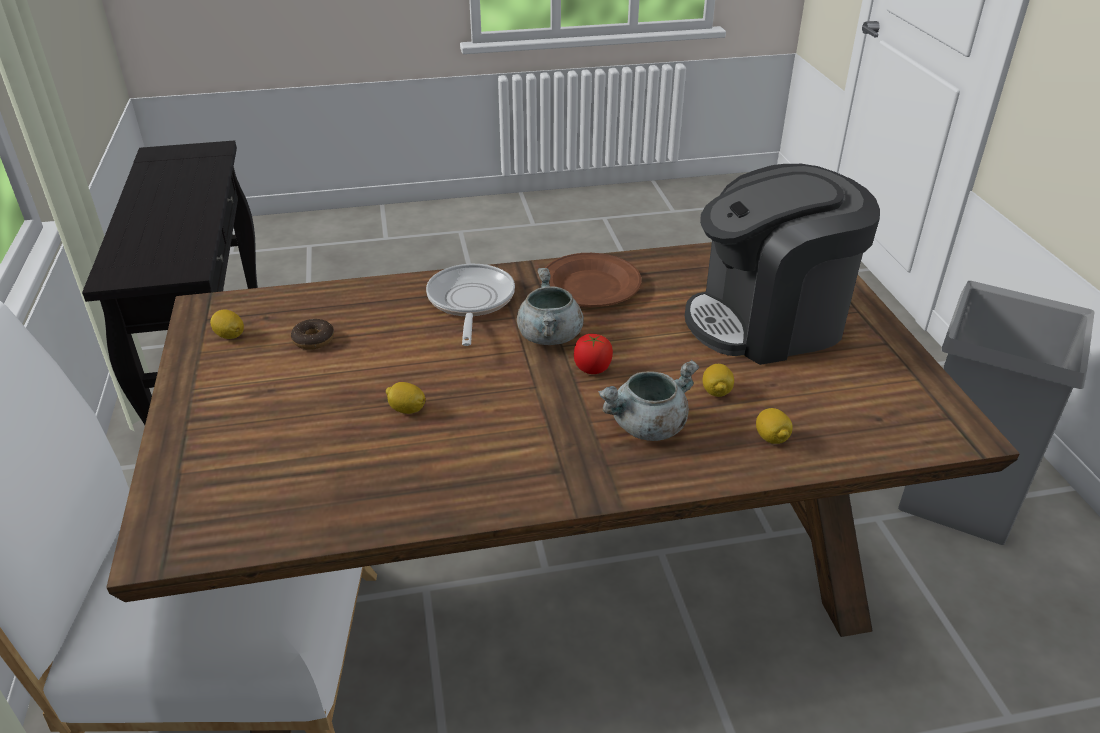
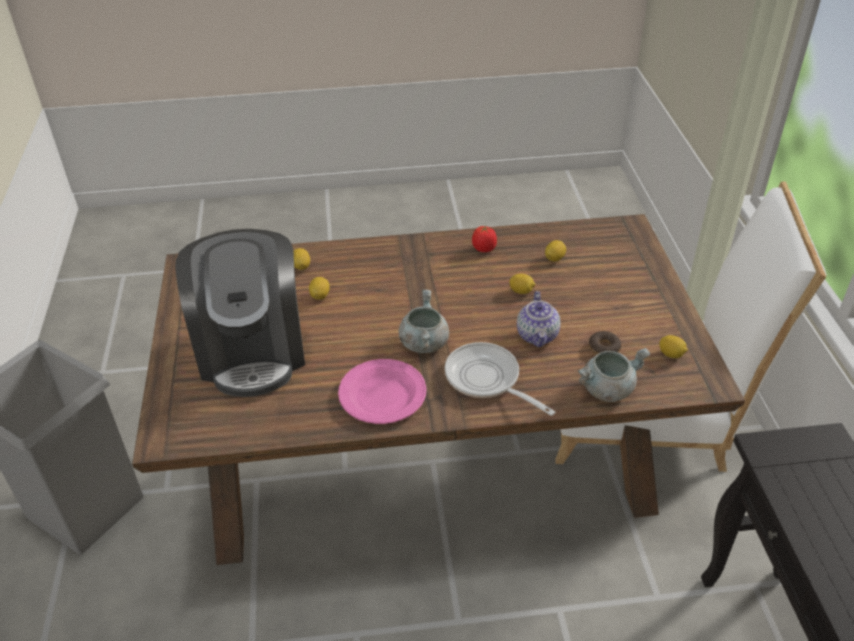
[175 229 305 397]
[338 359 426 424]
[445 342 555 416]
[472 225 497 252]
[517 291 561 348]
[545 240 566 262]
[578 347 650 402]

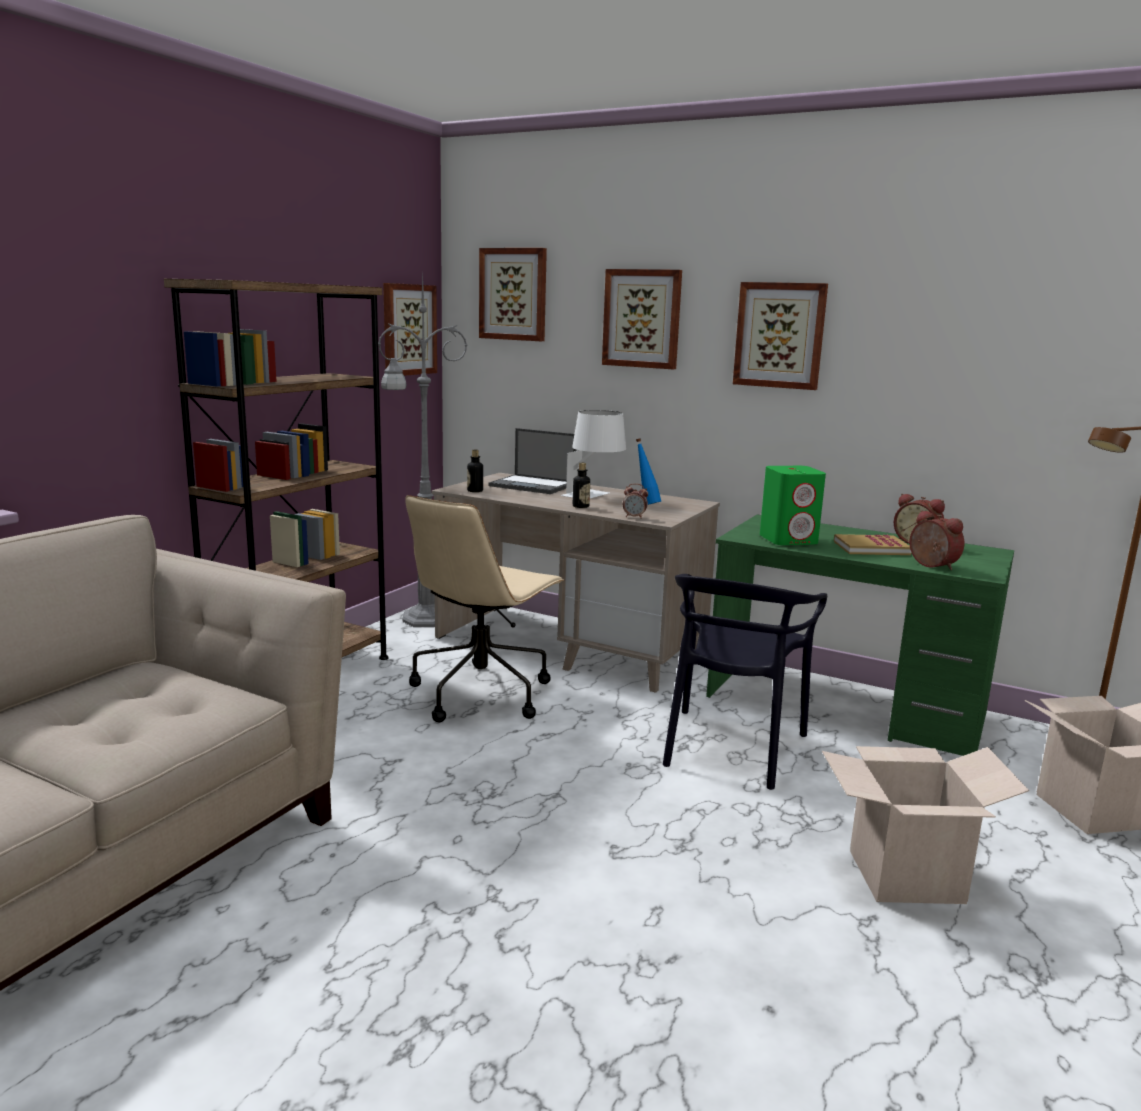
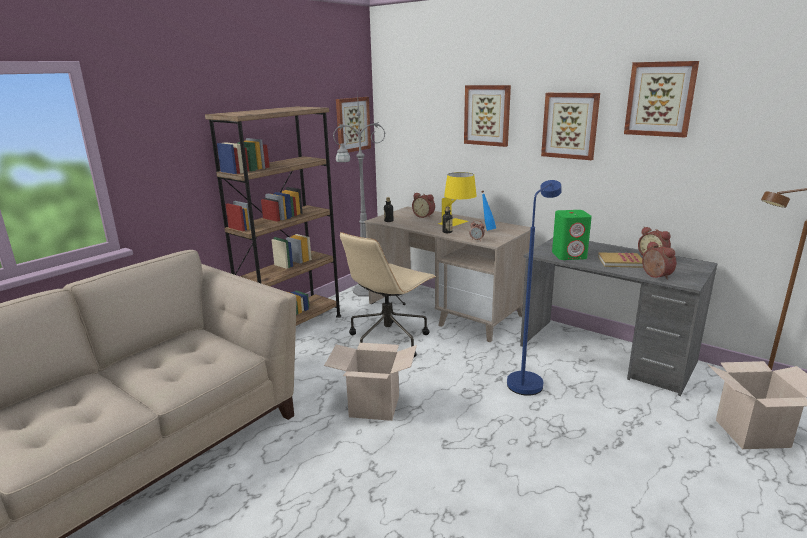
[324 343 417 421]
[412 193 435 218]
[438 172 477 227]
[507 180 562 396]
[520 238 718 396]
[624 61 699 138]

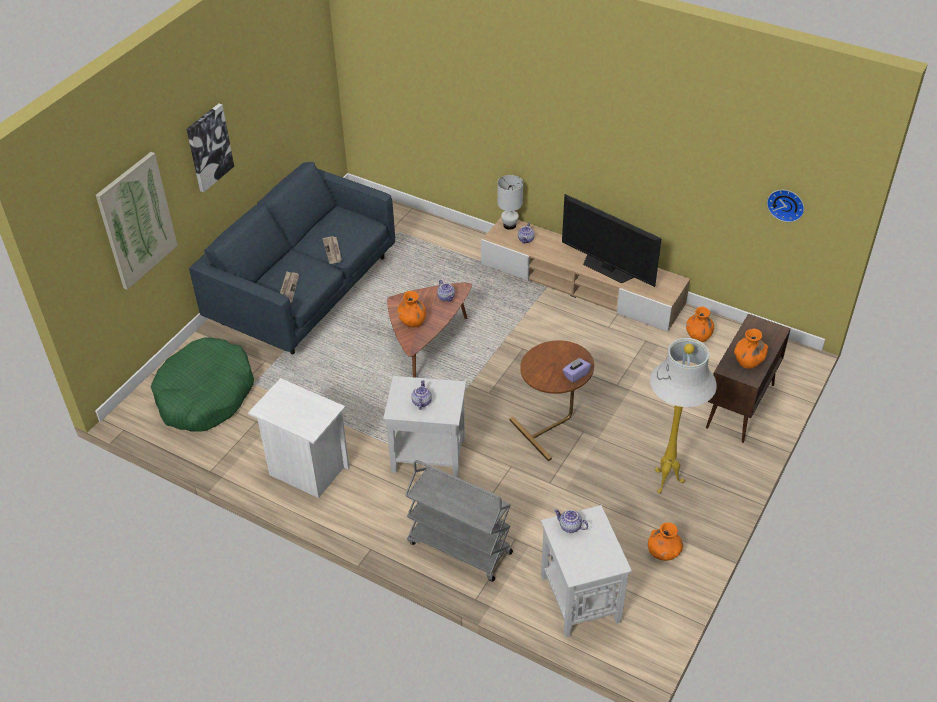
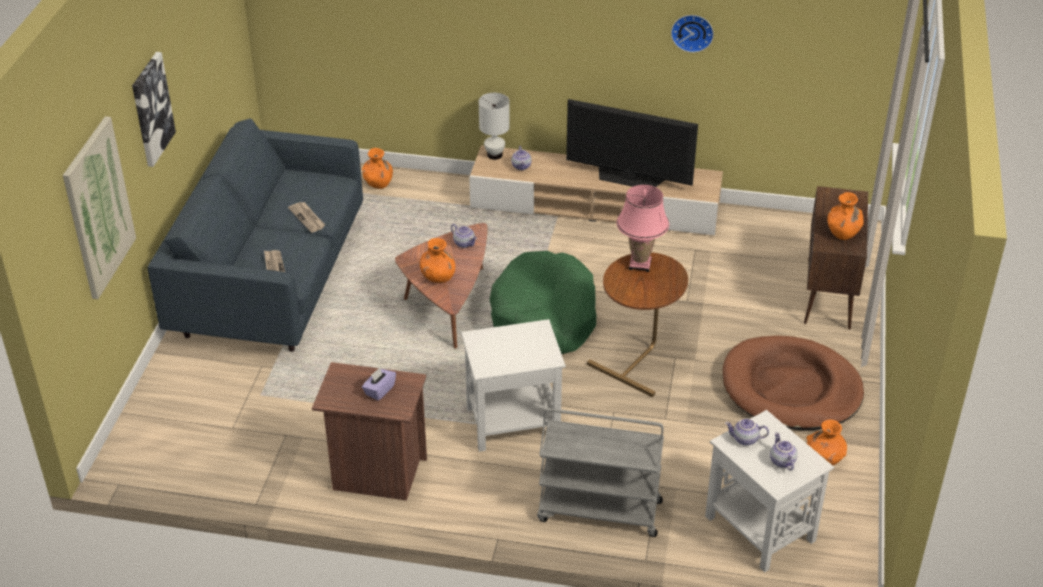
[312 362 427 501]
[362 148 393 189]
[362 368 396 401]
[489 251 596 354]
[616 185 669 272]
[671 15 714 53]
[723 335 864 430]
[770 432 797 471]

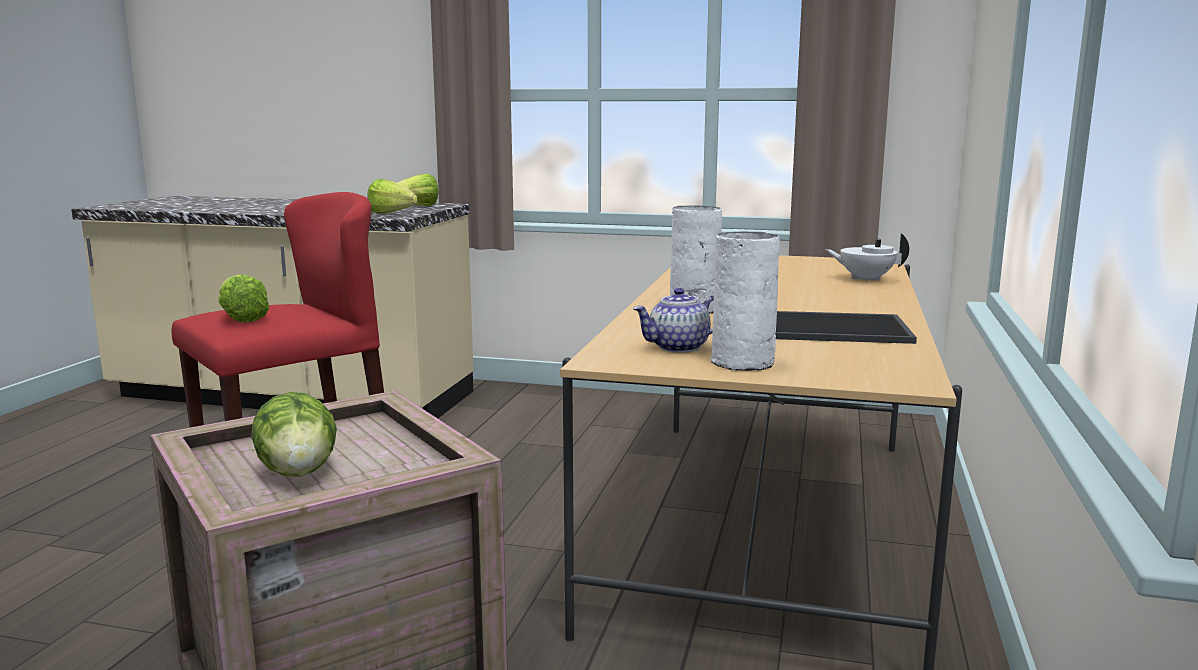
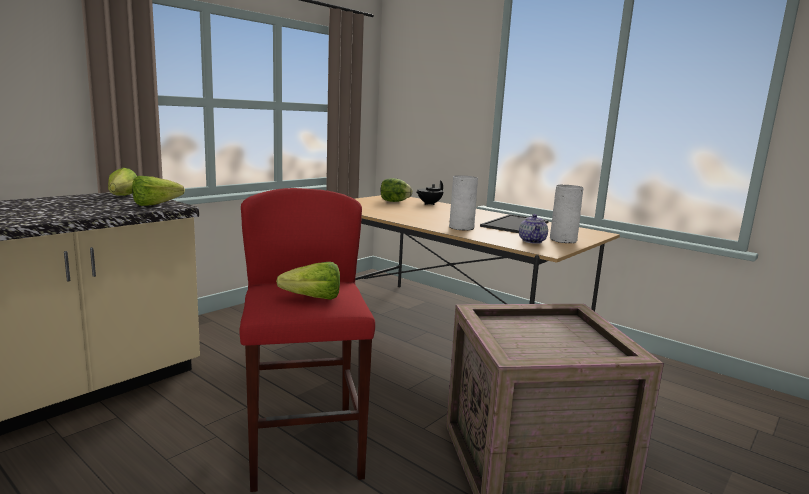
[381 178 413 202]
[417 180 444 205]

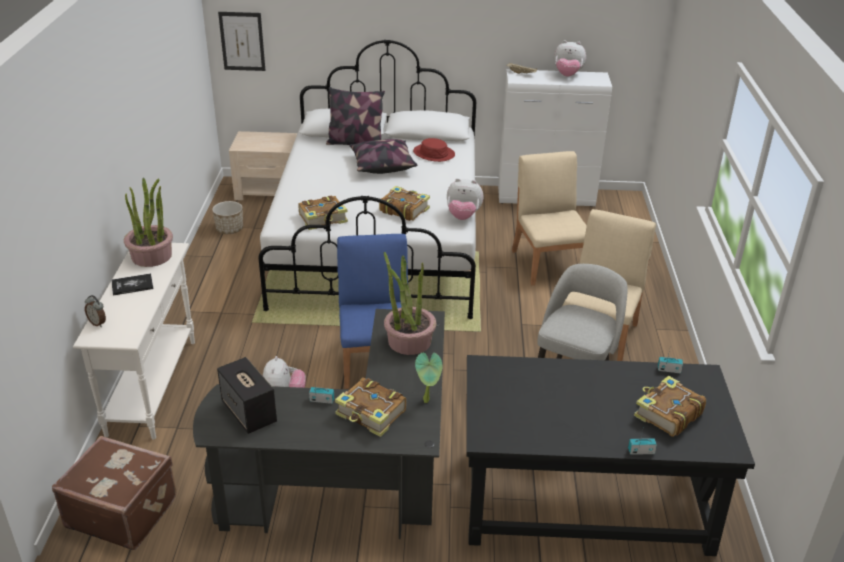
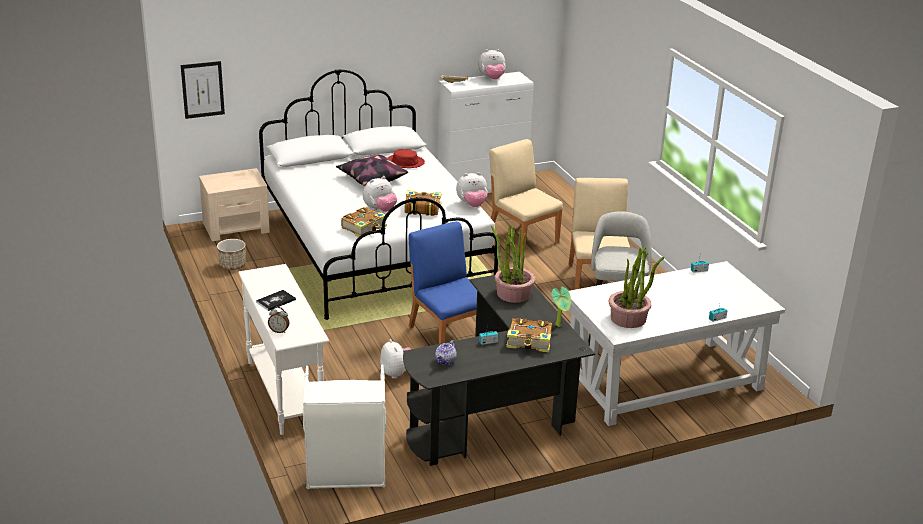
[303 364 386 489]
[363 176 397 212]
[435 340 457 365]
[569 261 785 426]
[609 247 664 328]
[326 87 385 145] (first image)
[634 376 706 437] (first image)

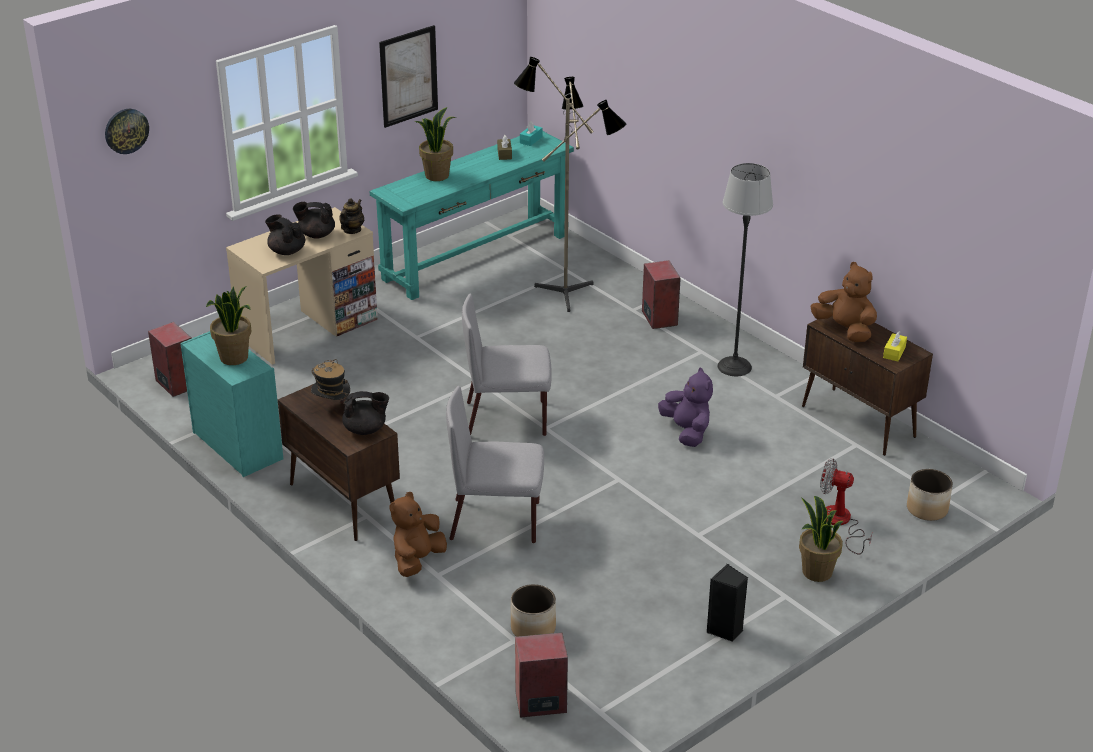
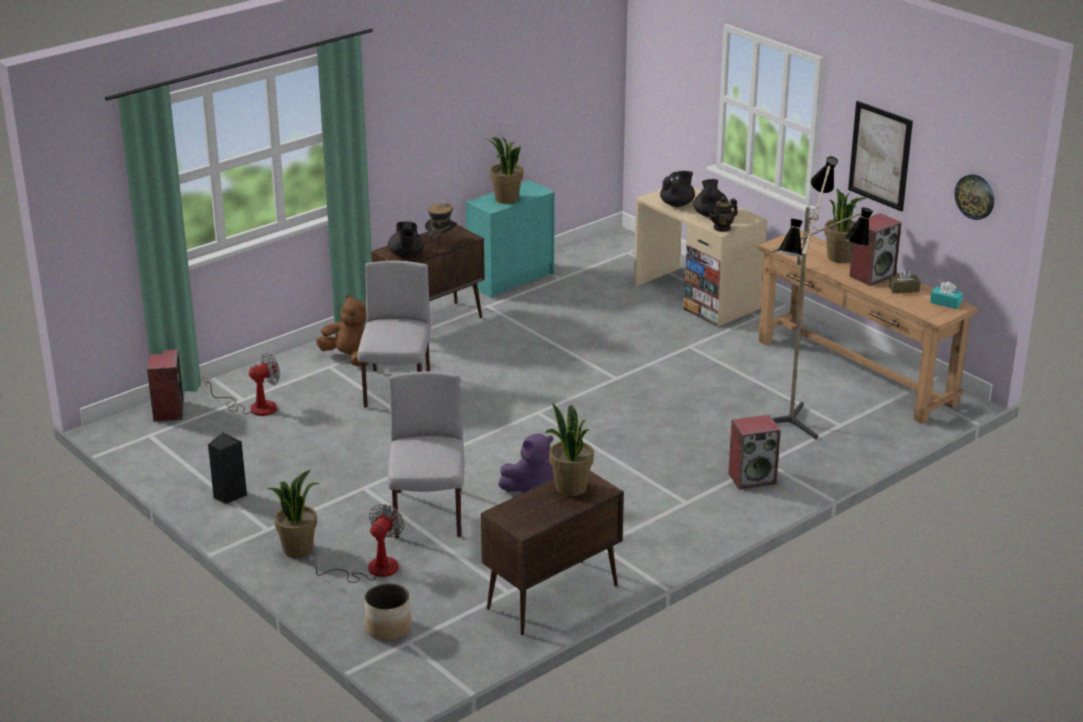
[203 353 280 416]
[388 372 464 539]
[544 403 594 496]
[708 196 738 232]
[757 230 978 424]
[849 213 902 286]
[955 174 994 220]
[718 163 773 376] (first image)
[883 331 907 362] (first image)

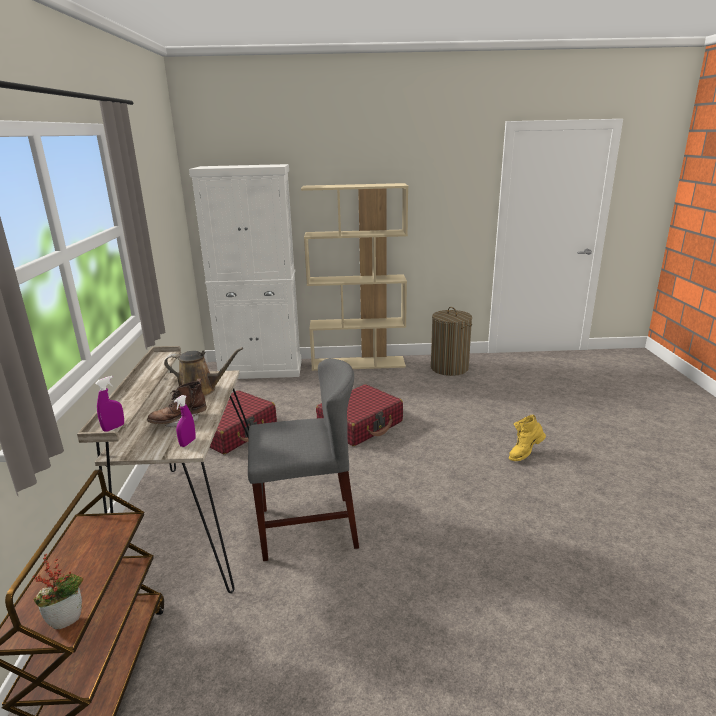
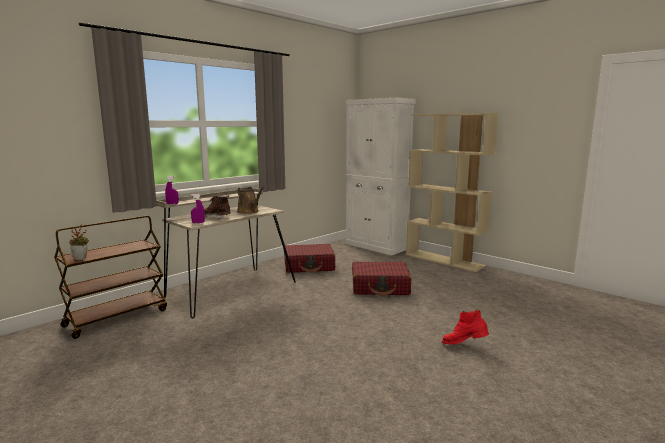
[442 310 489 345]
[248 358 359 561] (first image)
[431 307 472 376] (first image)

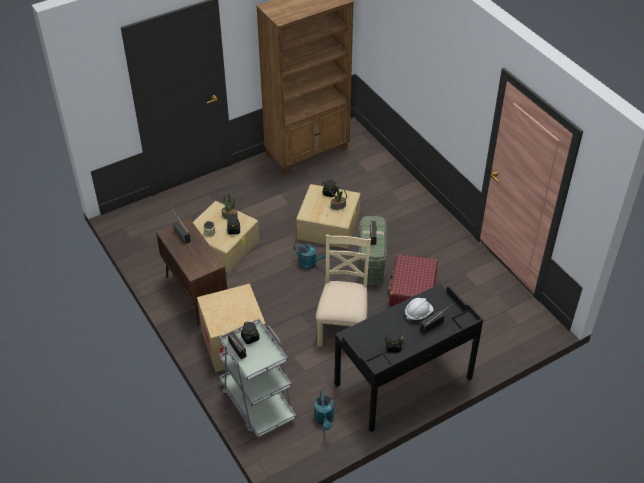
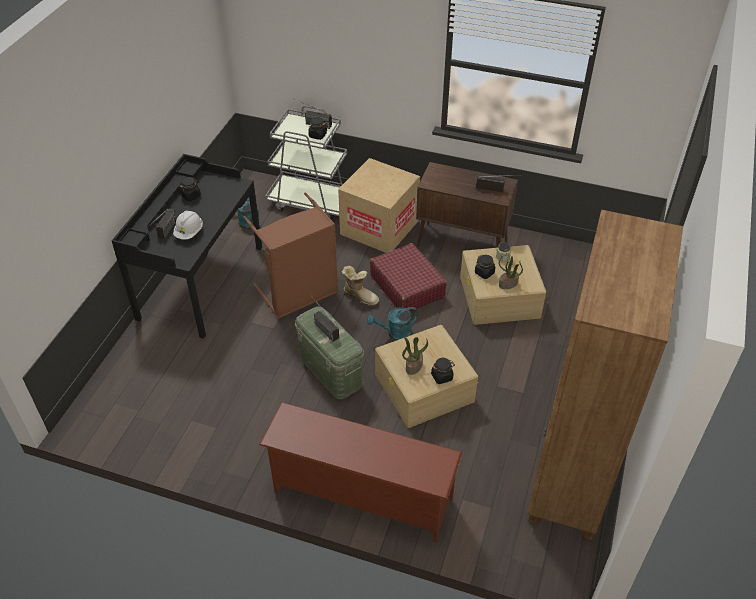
[243 192 339 319]
[259 402 463 542]
[342 266 379 306]
[370 243 447 311]

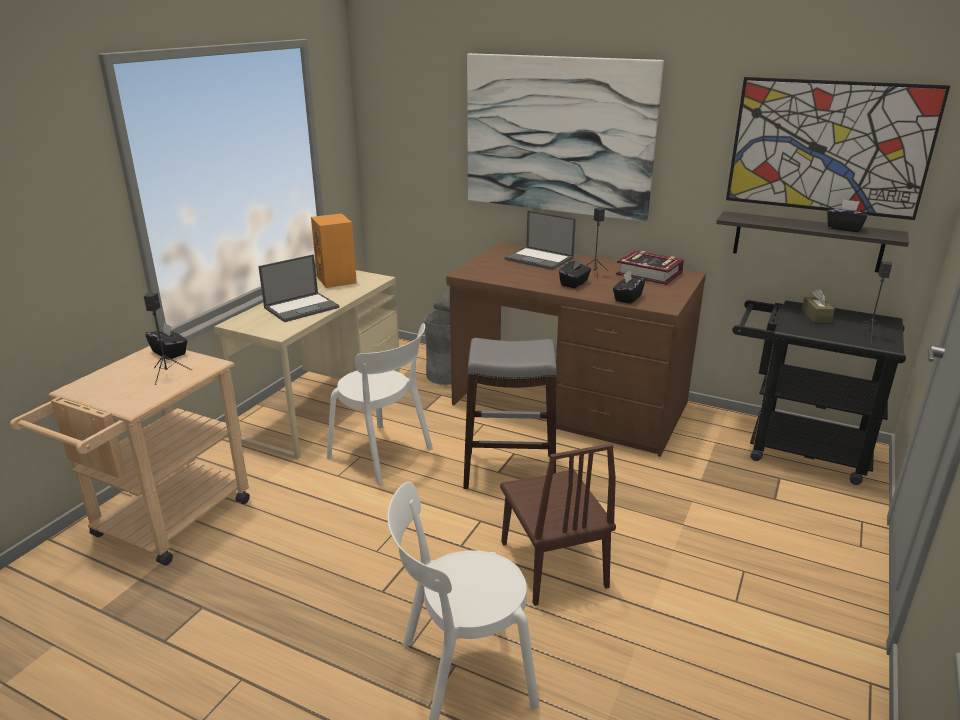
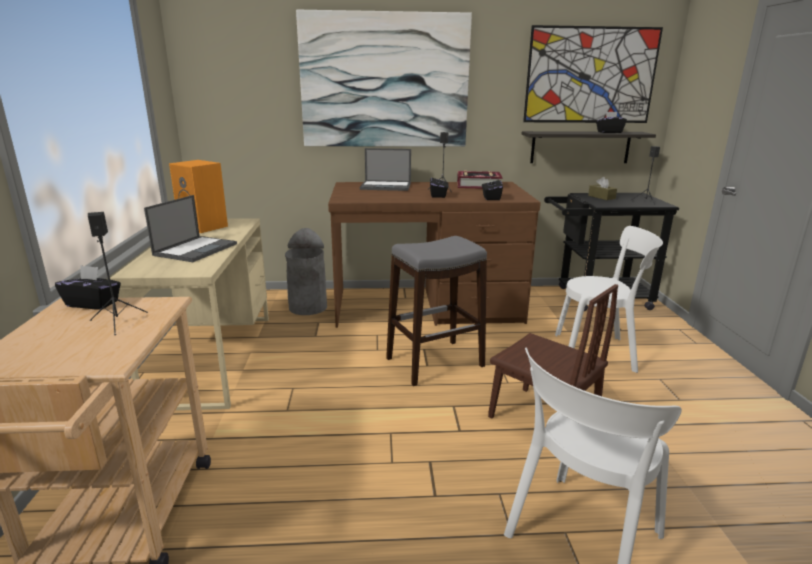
[555 226 663 373]

